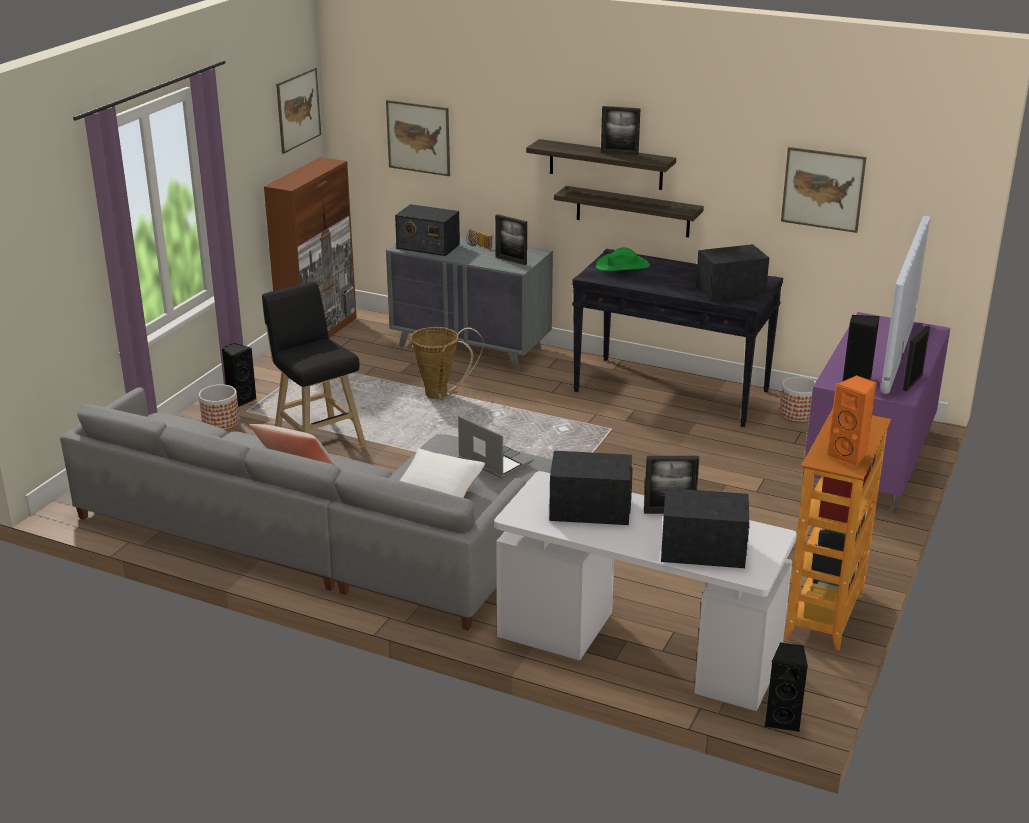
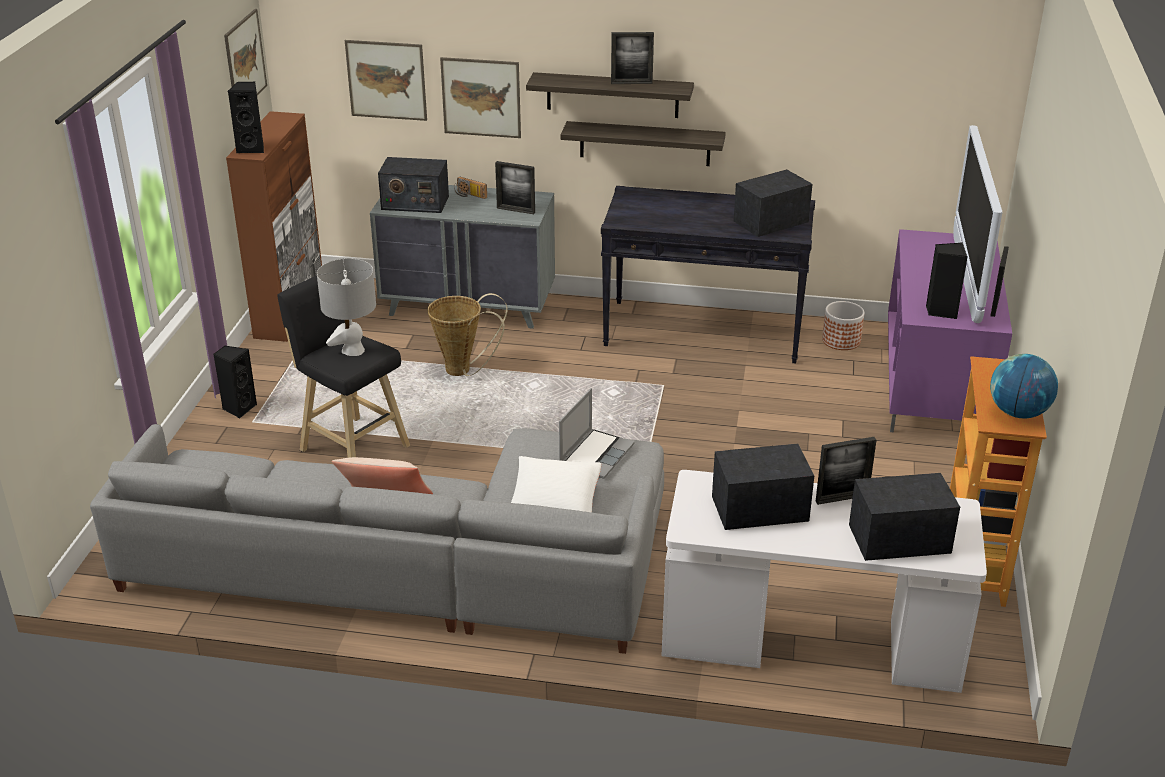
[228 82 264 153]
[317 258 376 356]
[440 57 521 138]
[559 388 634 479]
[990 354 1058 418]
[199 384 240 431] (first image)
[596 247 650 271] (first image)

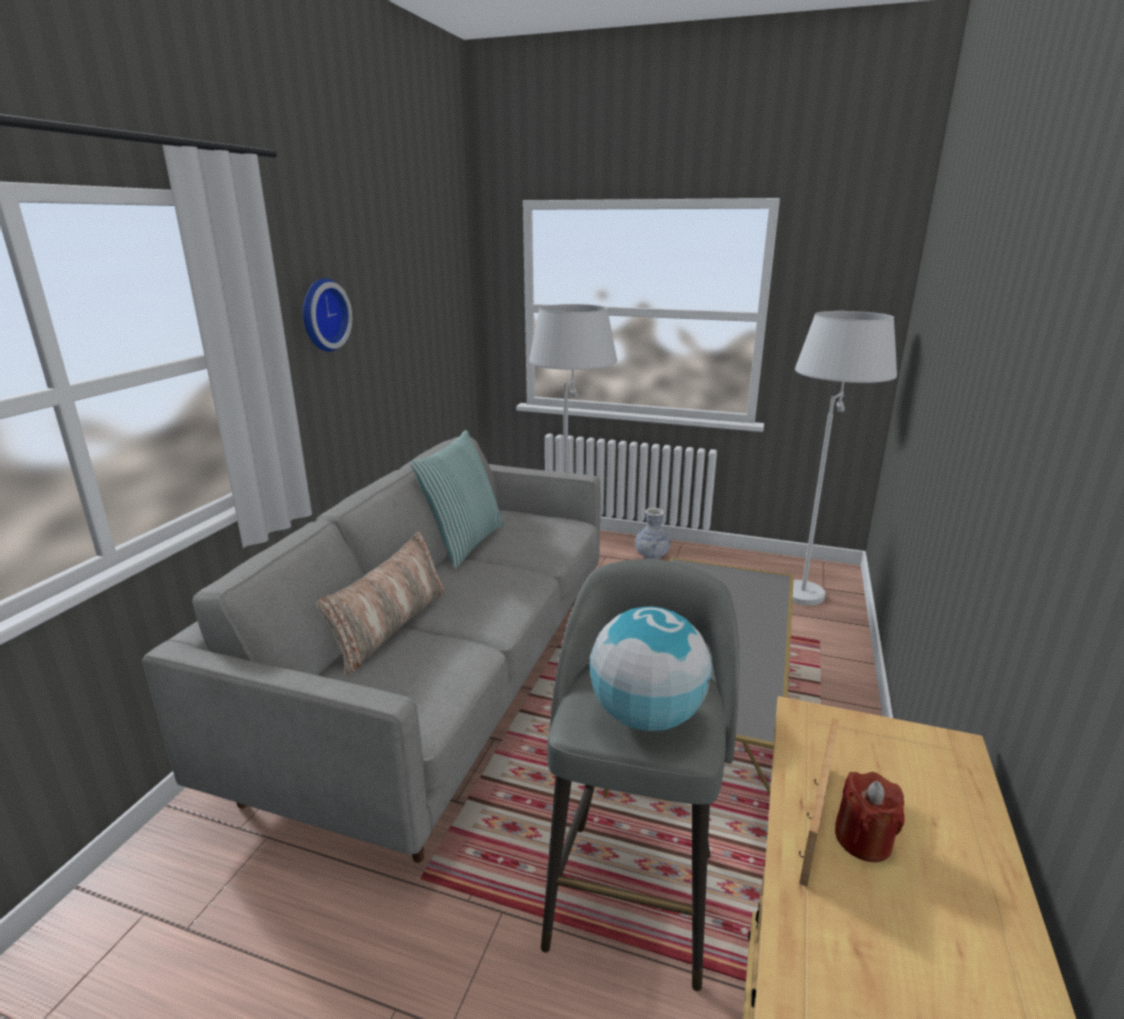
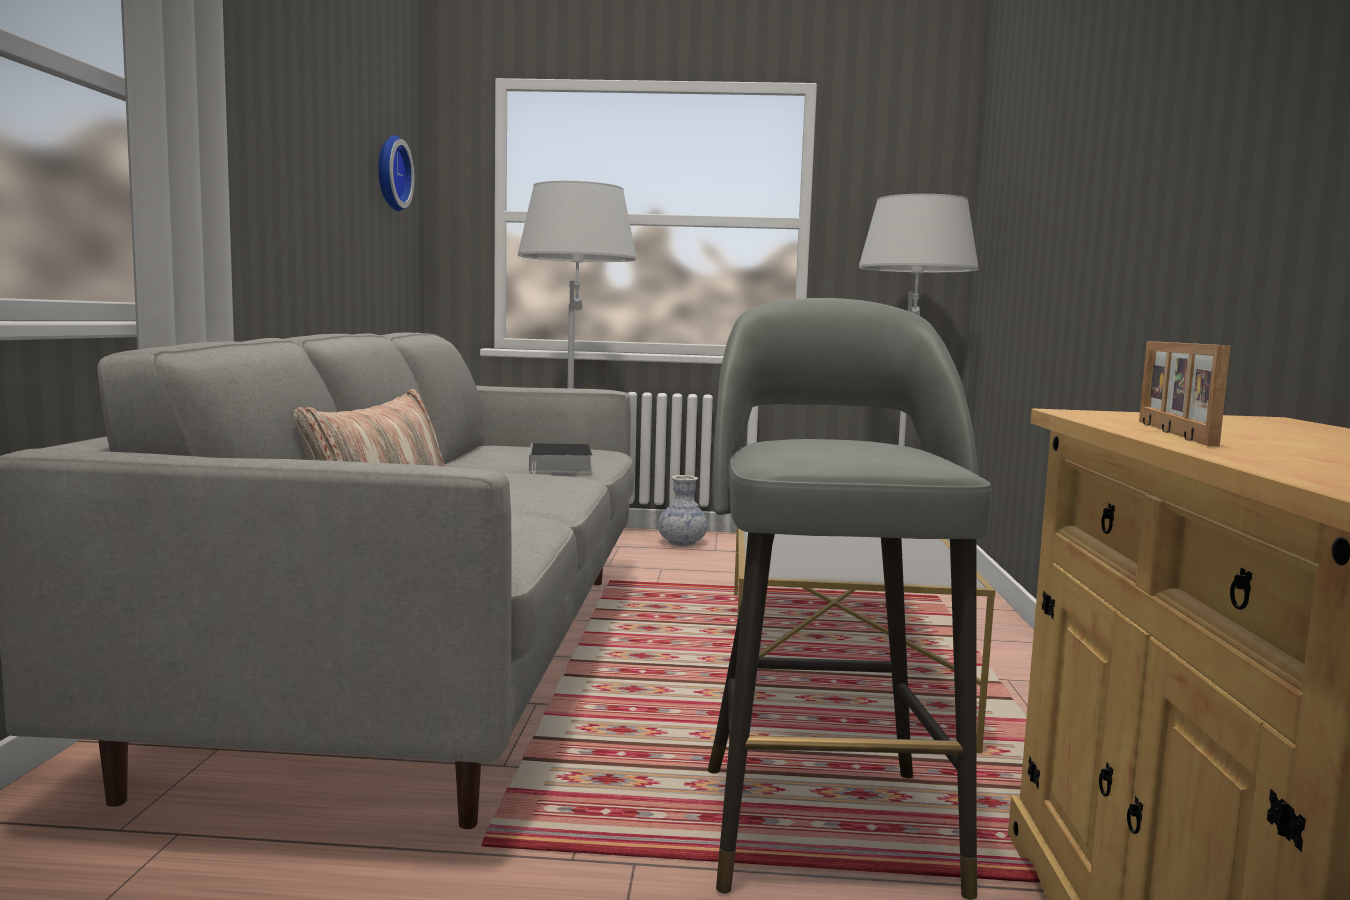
[378 135 415 211]
[529 443 592 473]
[411 430 504 569] (first image)
[589 607 712 731] (first image)
[835 772 904 862] (first image)

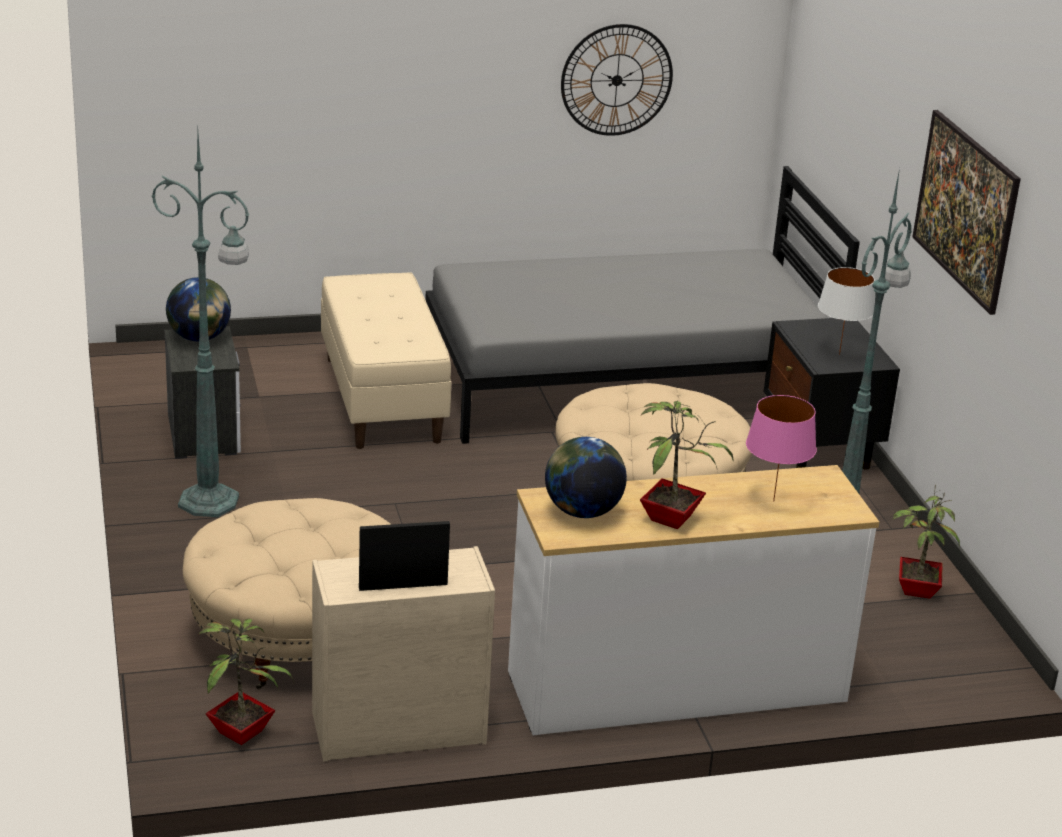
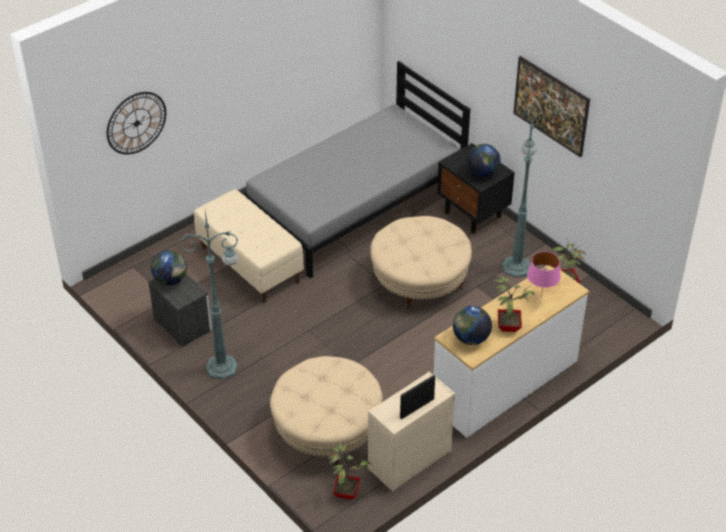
[107 92 166 155]
[467 144 501 177]

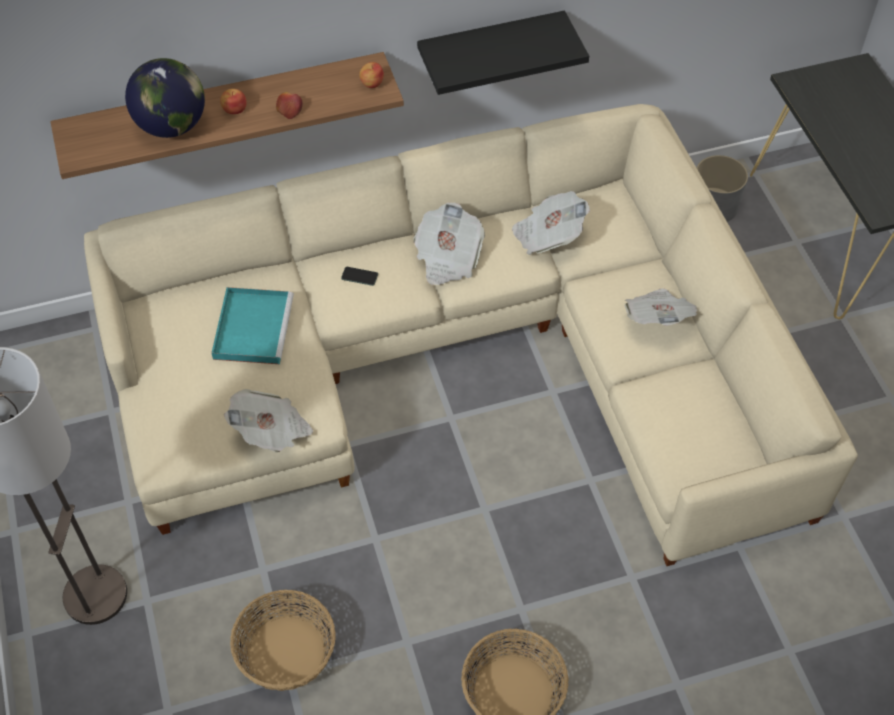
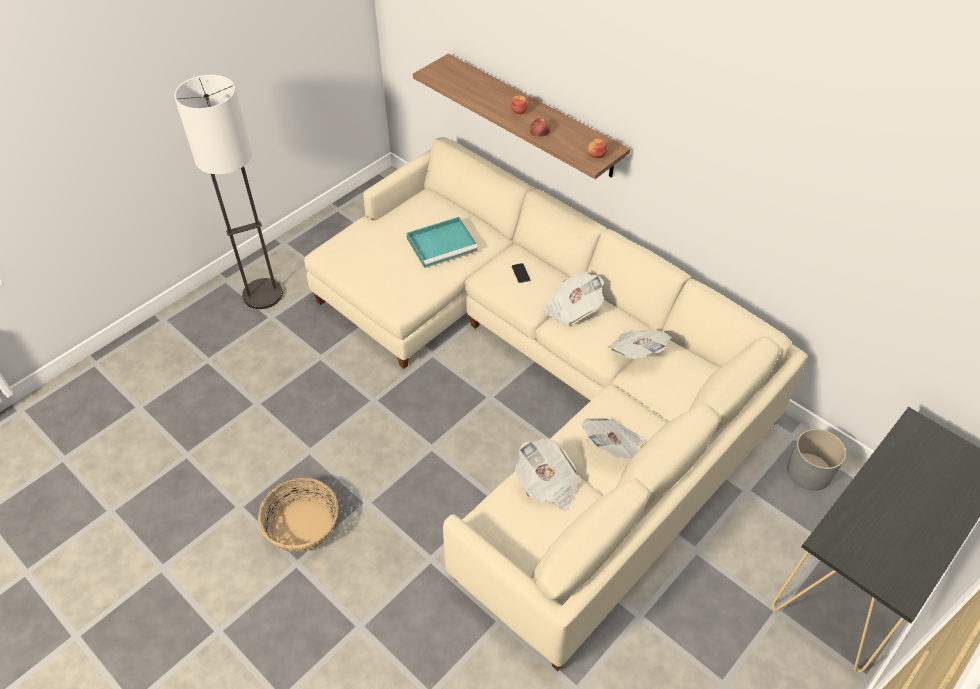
[515 438 581 511]
[125 58 205 138] (first image)
[230 590 335 691] (first image)
[417 11 589 95] (first image)

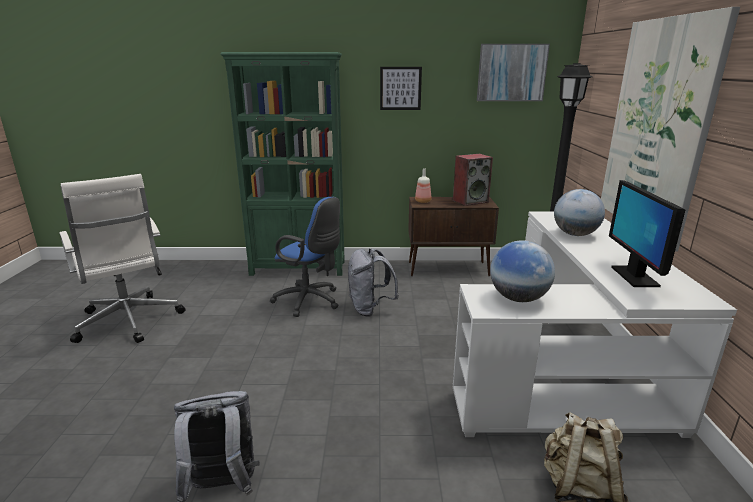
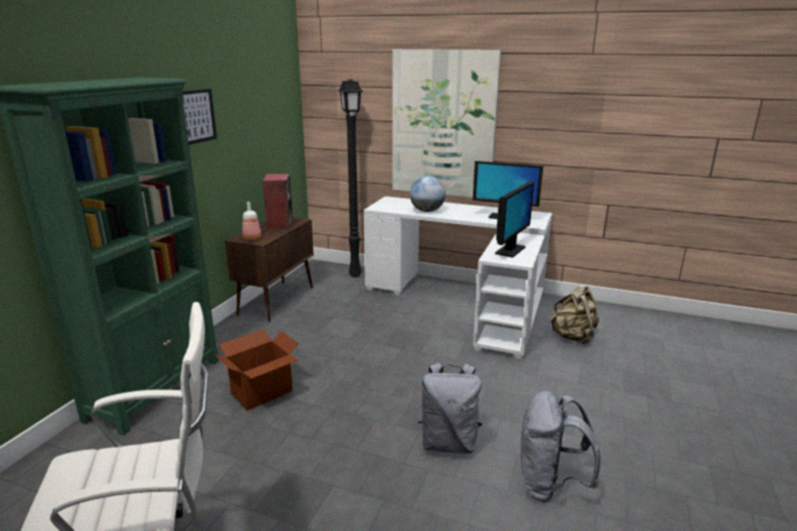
[215 329 299 410]
[418 363 482 454]
[495 182 534 258]
[477 44 550 101] (first image)

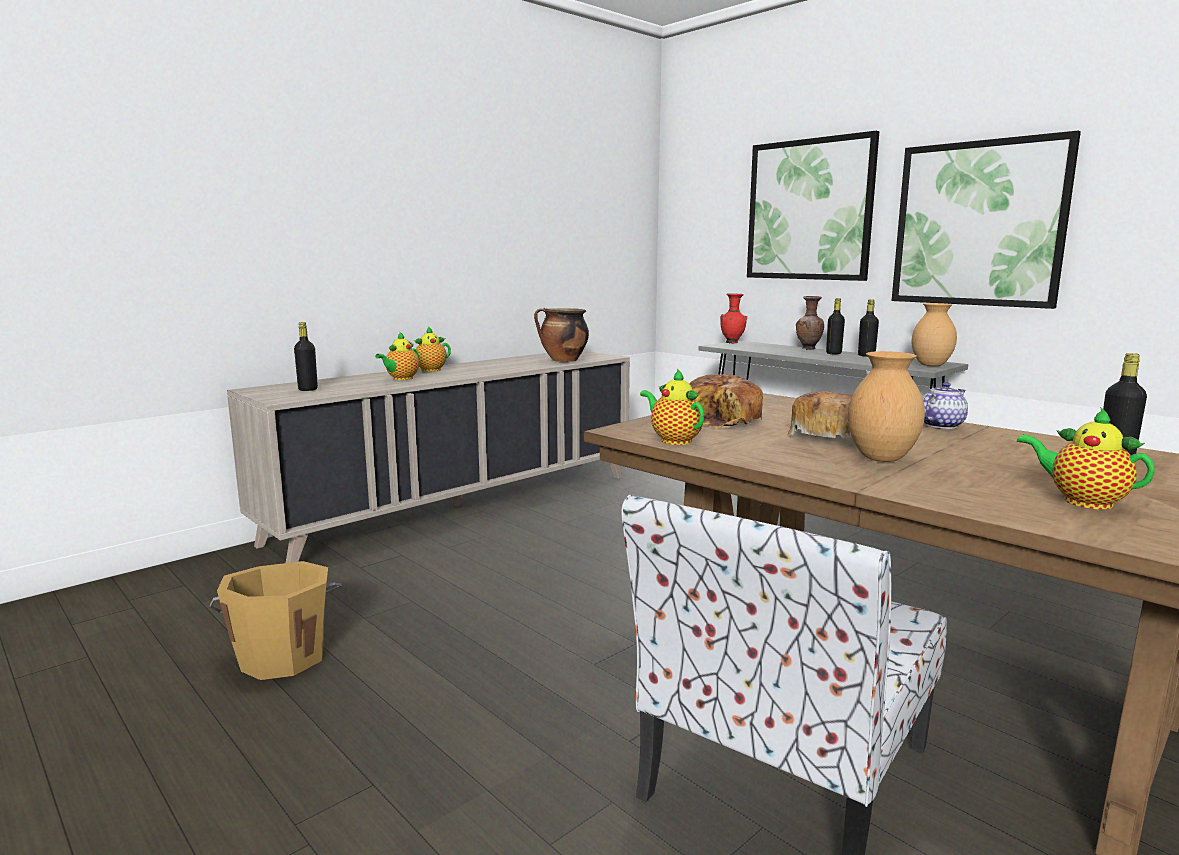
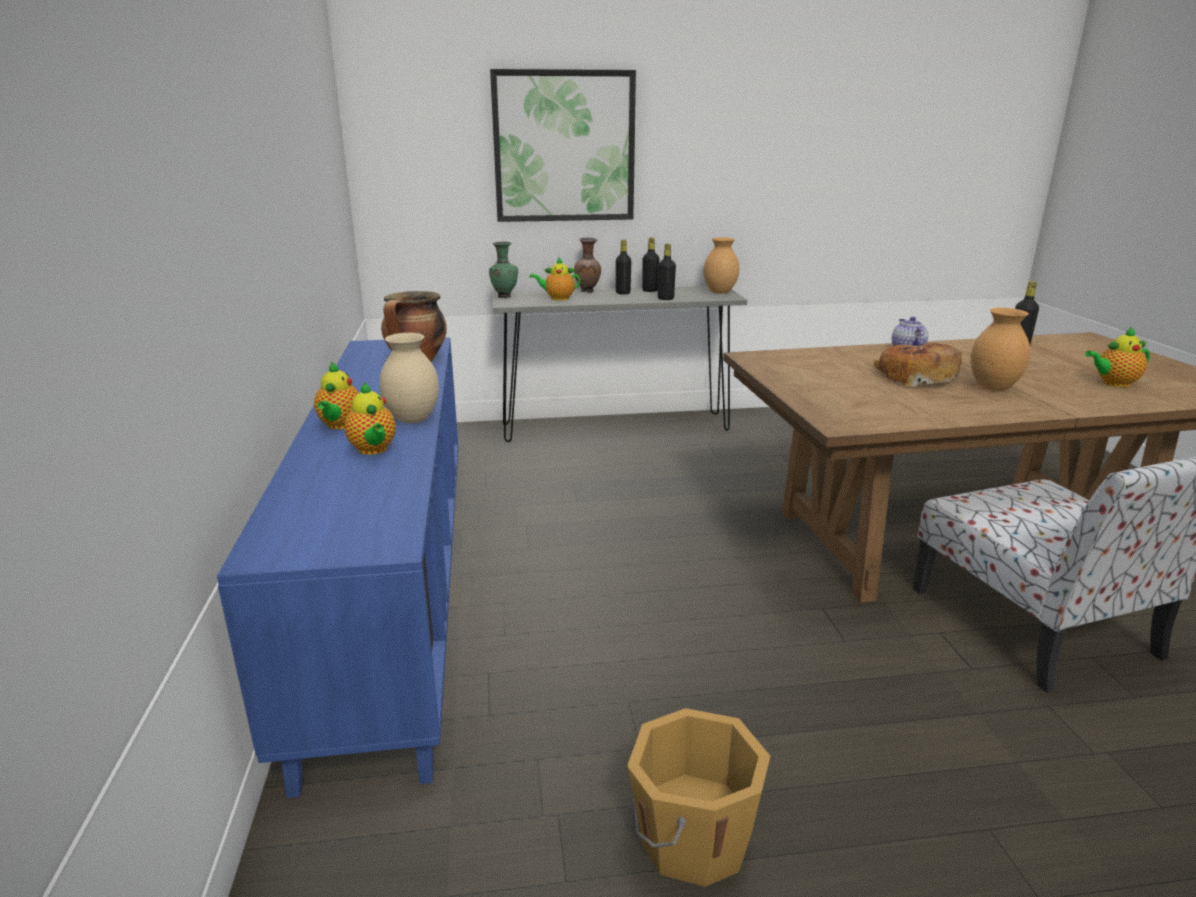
[217 337 459 798]
[379 333 439 423]
[489 242 518 298]
[530 257 581 300]
[658 244 676 300]
[689 374 763 428] (first image)
[892 131 1081 309] (first image)

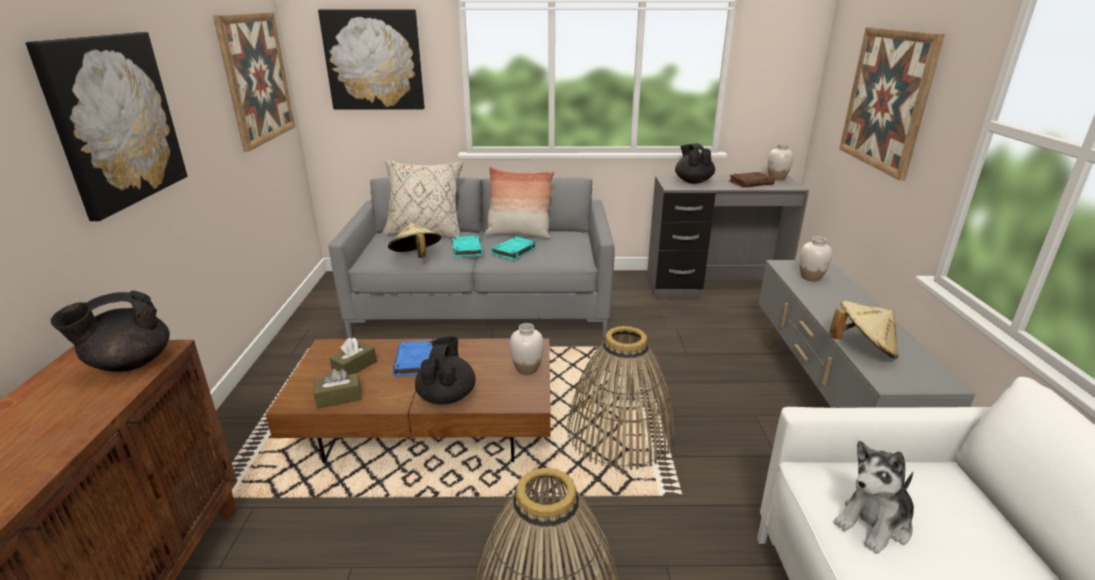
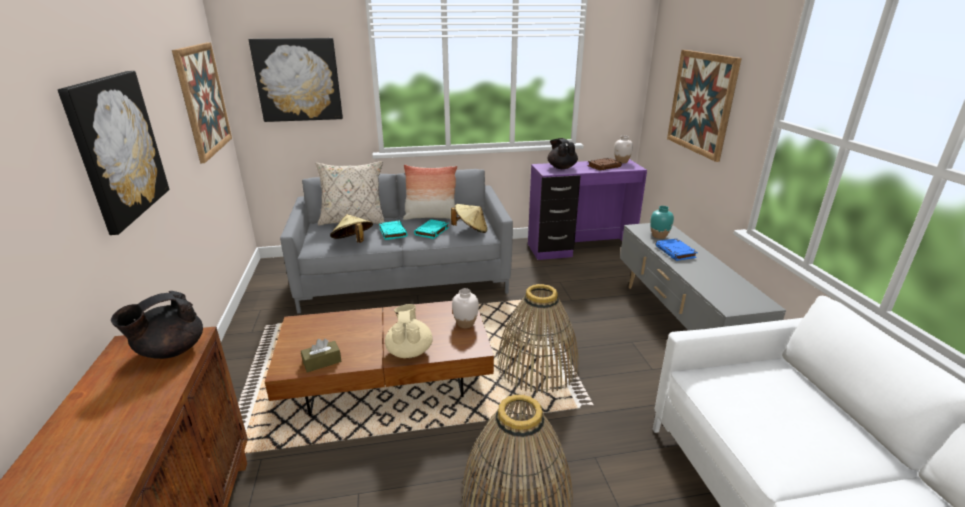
[385 304 433 358]
[451 204 488 233]
[528 159 647 260]
[650 206 674 239]
[655 238 698 261]
[330 338 377 375] (first image)
[834 441 914 554] (first image)

